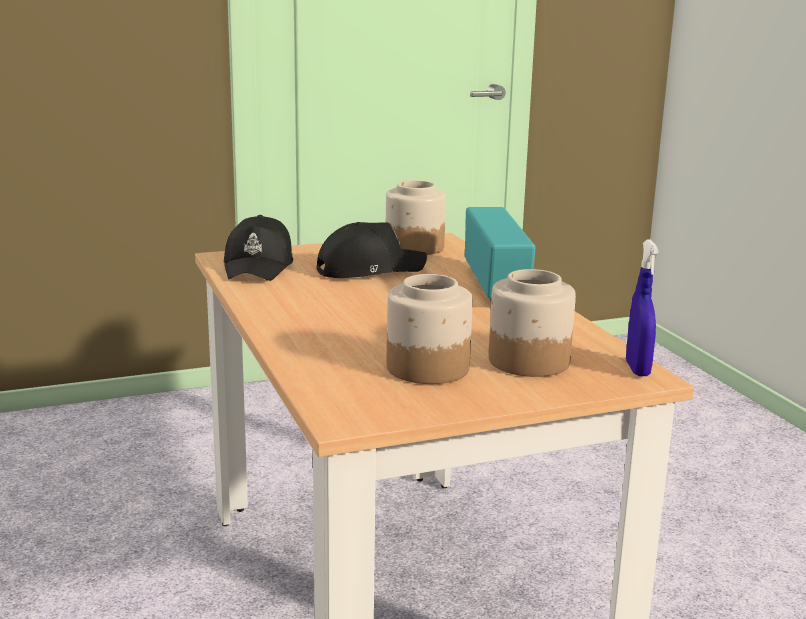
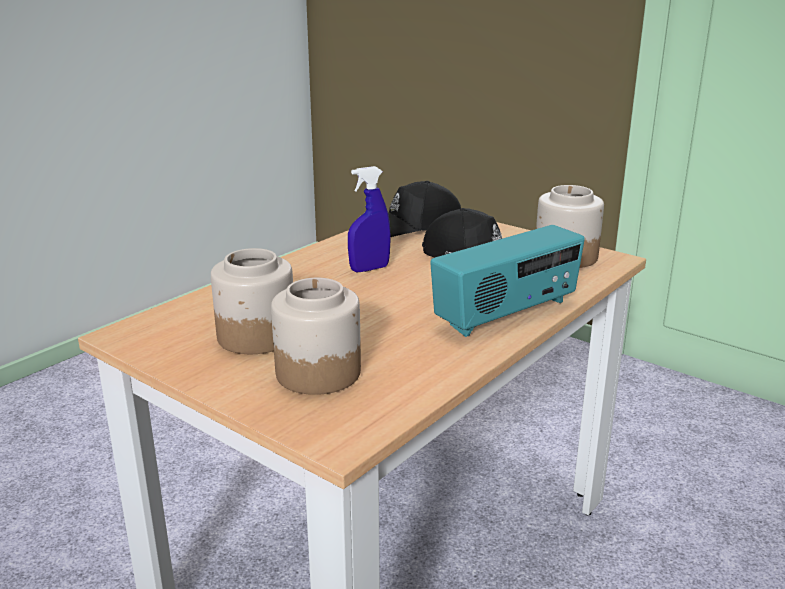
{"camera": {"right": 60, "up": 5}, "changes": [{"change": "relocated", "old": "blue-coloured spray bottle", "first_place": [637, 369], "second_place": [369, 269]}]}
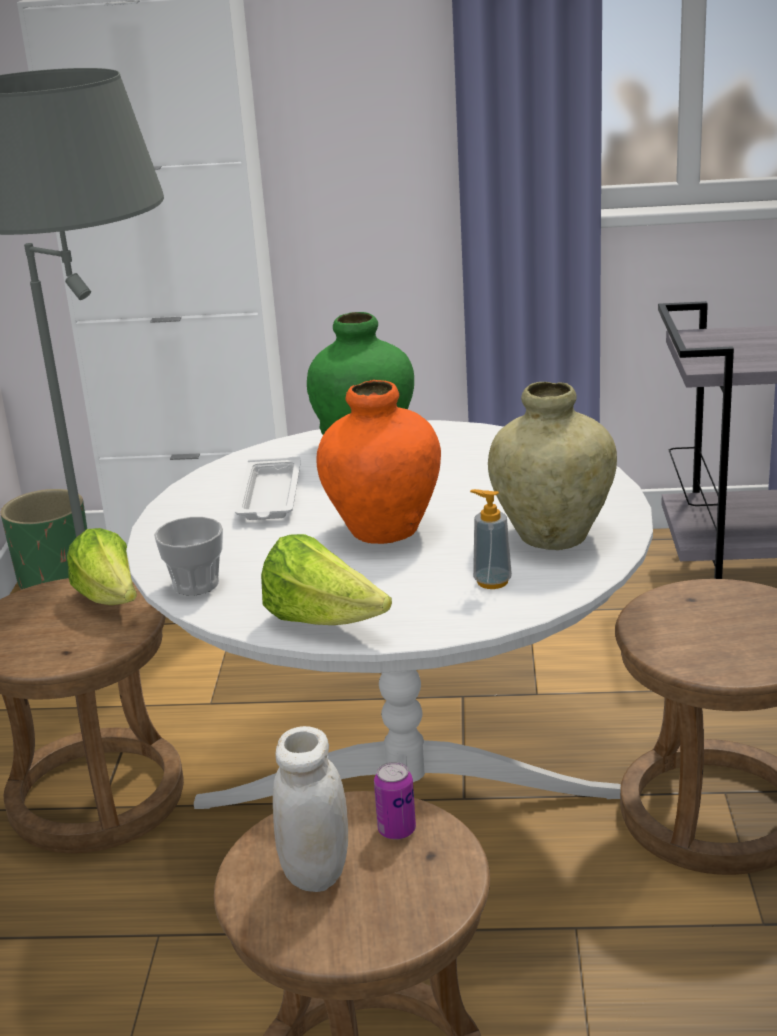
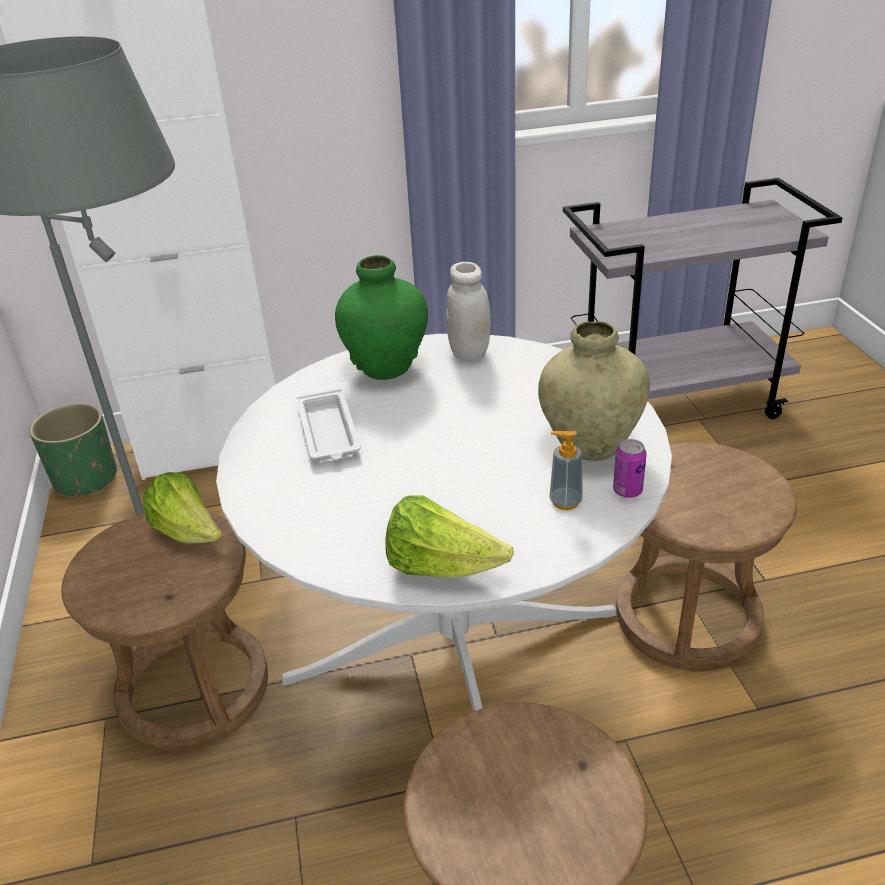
{"camera": {"right": -15, "up": 10}, "changes": [{"change": "missing", "old": "orangey flower vase", "first_place": [383, 530]}, {"change": "missing", "old": "cup", "first_place": [195, 584]}, {"change": "relocated", "old": "whitish preserve jar", "first_place": [316, 872], "second_place": [469, 353]}, {"change": "relocated", "old": "metal can", "first_place": [396, 830], "second_place": [627, 491]}]}
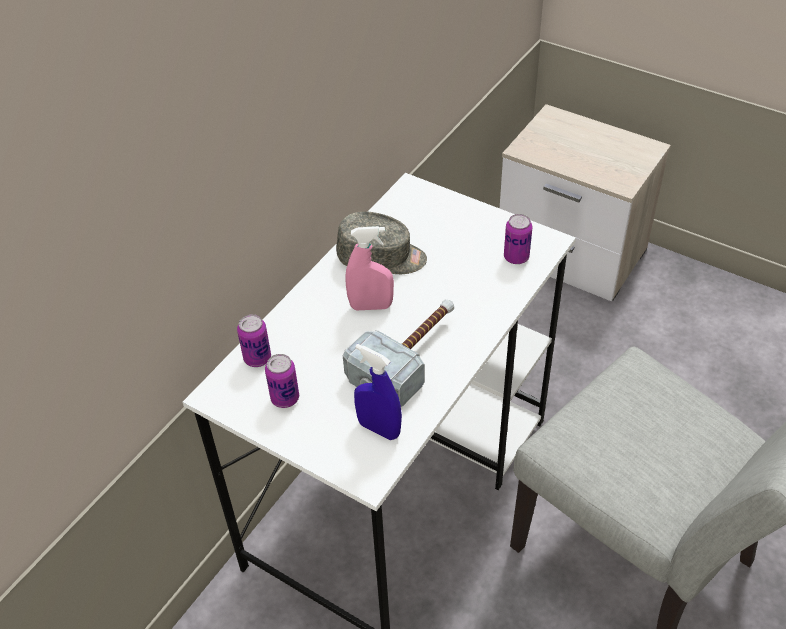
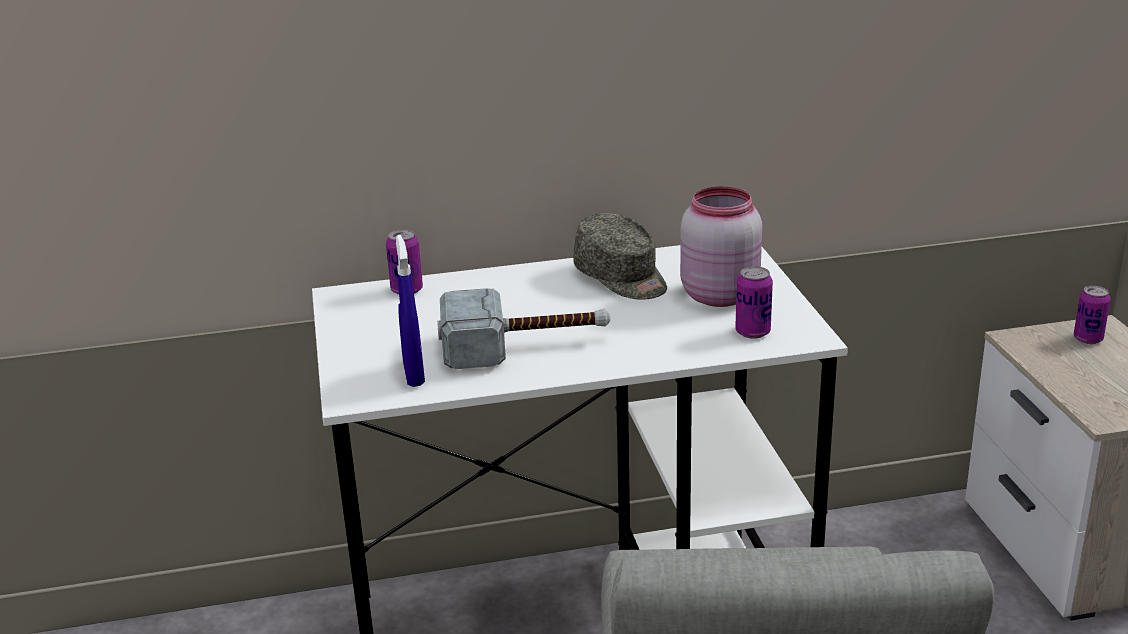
{"camera": {"right": 45, "up": -20}, "changes": [{"change": "missing", "old": "pink-coloured spray bottle", "first_place": [371, 306]}, {"change": "relocated", "old": "metal can", "first_place": [285, 398], "second_place": [1088, 339]}, {"change": "appeared", "new": "pink-coloured preserve jar", "second_place": [718, 295]}]}
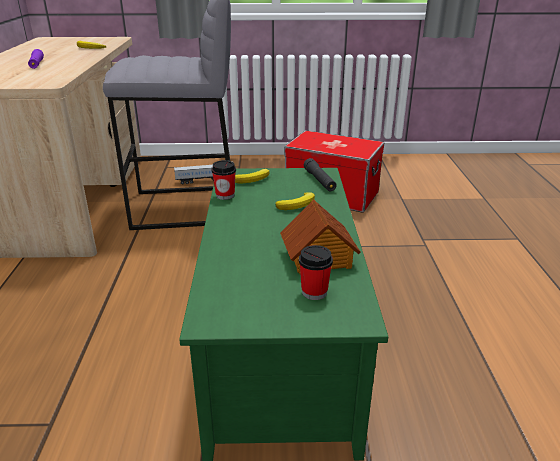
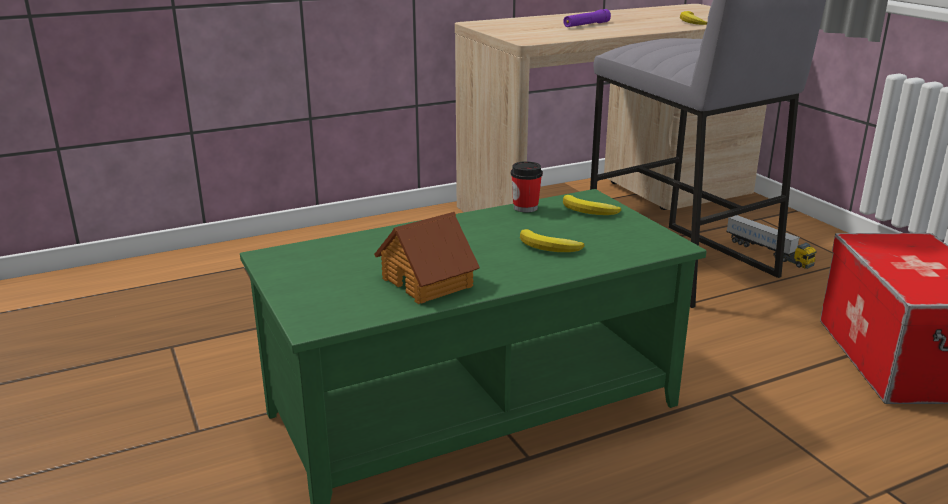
{"camera": {"right": 65, "up": -5}, "changes": [{"change": "missing", "old": "black torch", "first_place": [319, 180]}, {"change": "missing", "old": "cup", "first_place": [314, 292]}]}
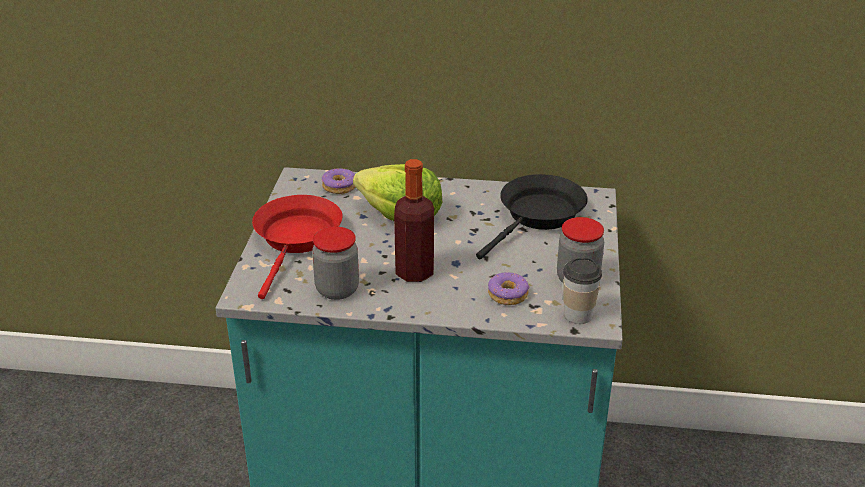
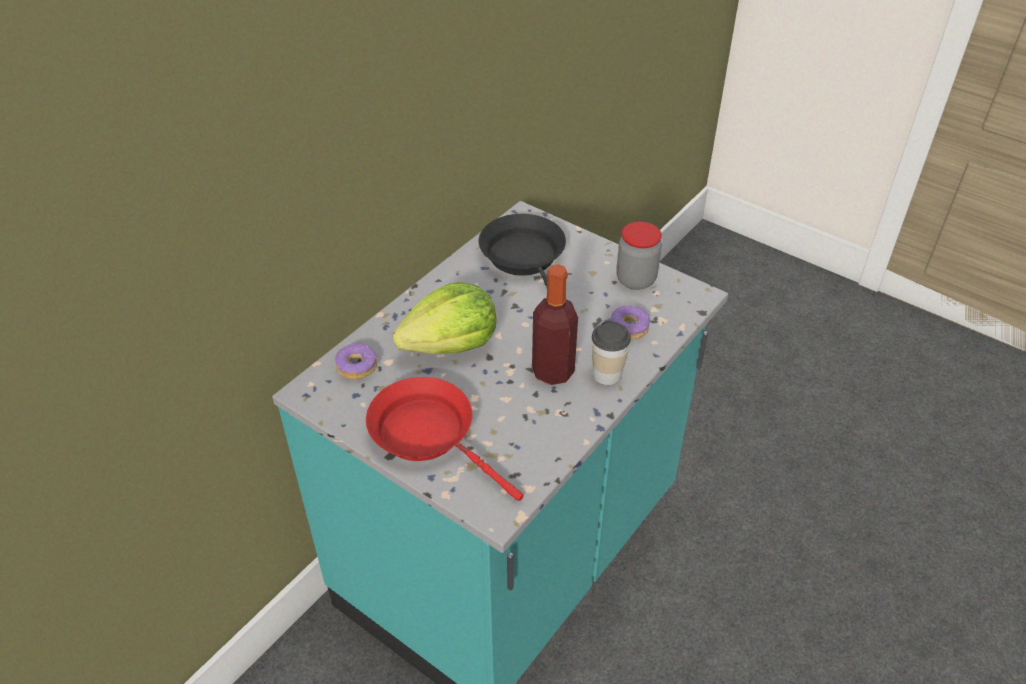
{"camera": {"right": -60, "up": 10}, "changes": [{"change": "missing", "old": "preserve jar", "first_place": [337, 290]}, {"change": "relocated", "old": "cup", "first_place": [578, 315], "second_place": [607, 374]}]}
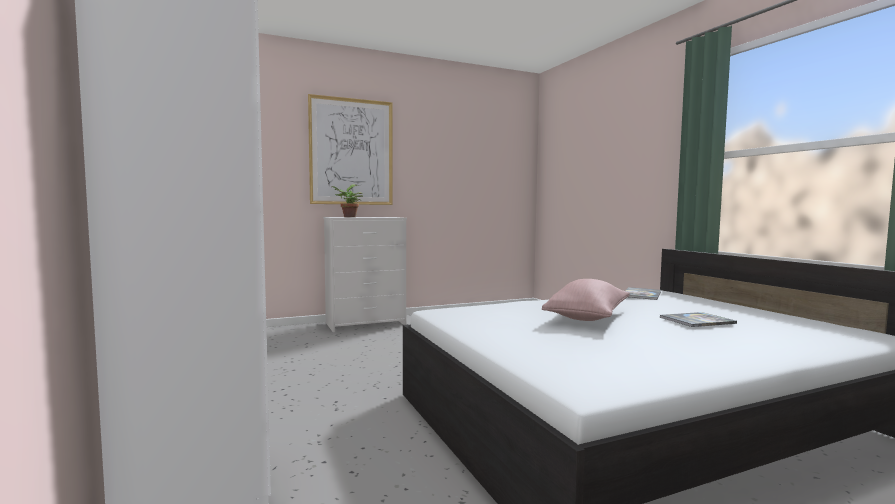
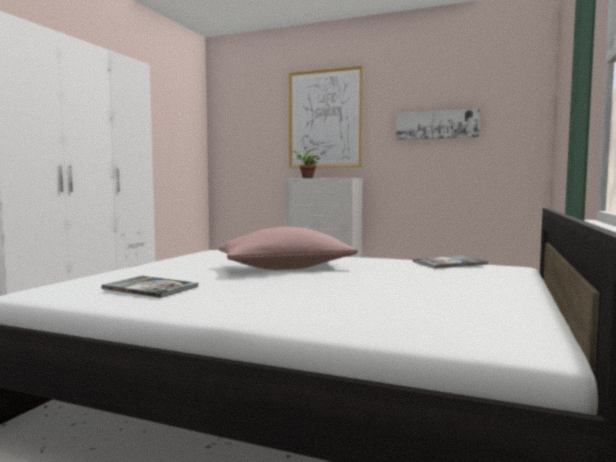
{"camera": {"right": 45, "up": 0}, "changes": [{"change": "relocated", "old": "book", "first_place": [697, 321], "second_place": [150, 288]}, {"change": "appeared", "new": "wall art", "second_place": [437, 125]}]}
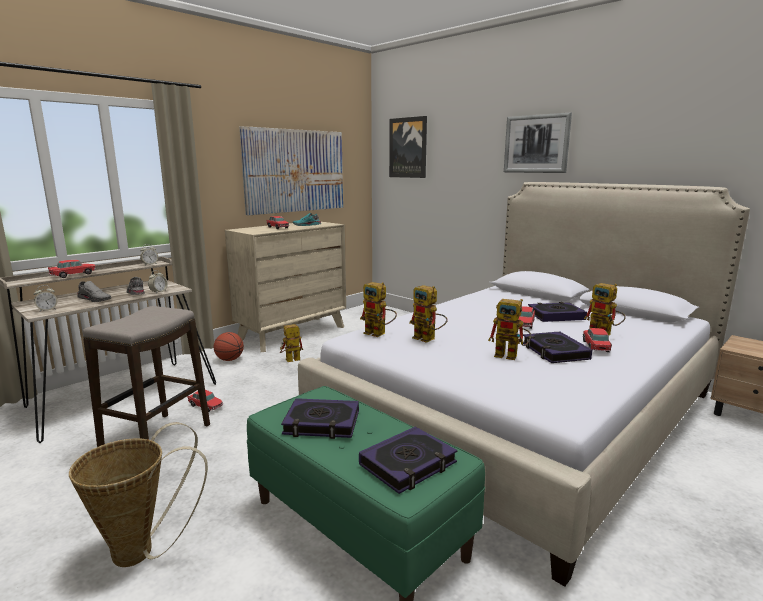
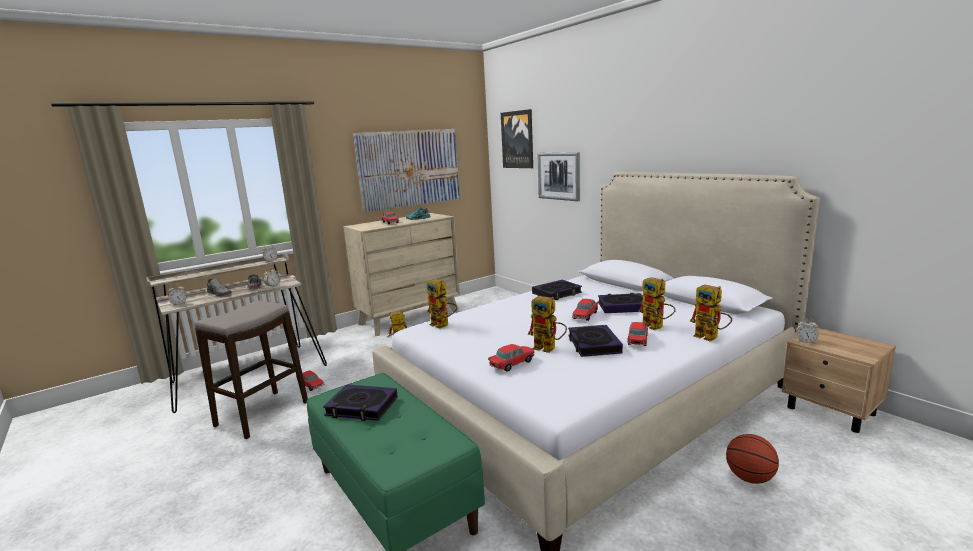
{"camera": {"right": 10, "up": 0}, "changes": [{"change": "relocated", "old": "wall art", "first_place": [536, 144], "second_place": [559, 176]}, {"change": "relocated", "old": "miniature car", "first_place": [73, 275], "second_place": [512, 364]}, {"change": "relocated", "old": "model robot", "first_place": [428, 339], "second_place": [711, 337]}, {"change": "relocated", "old": "basketball", "first_place": [229, 359], "second_place": [750, 478]}, {"change": "missing", "old": "basket", "first_place": [143, 551]}, {"change": "relocated", "old": "book", "first_place": [408, 464], "second_place": [557, 293]}, {"change": "appeared", "new": "table clock", "second_place": [805, 342]}]}
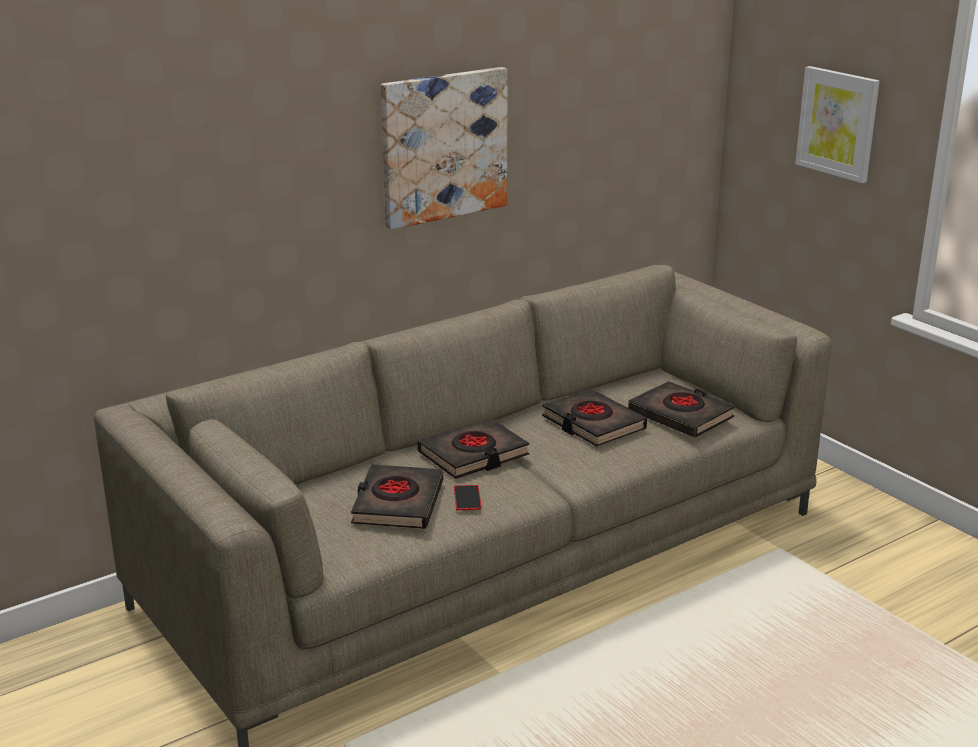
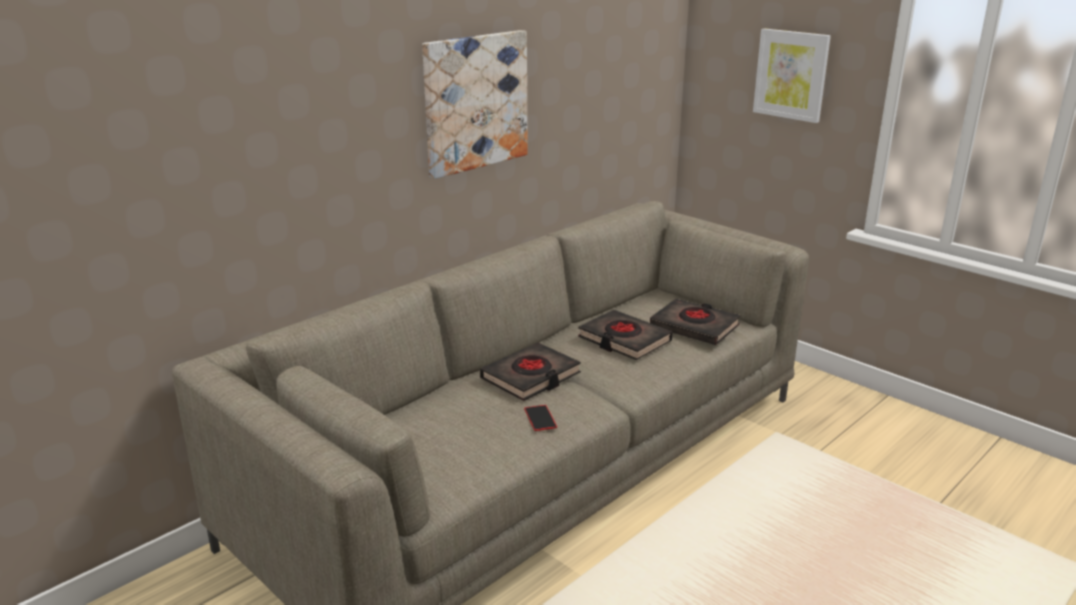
{"camera": {"right": -10, "up": 0}, "changes": [{"change": "missing", "old": "black book", "first_place": [397, 503]}]}
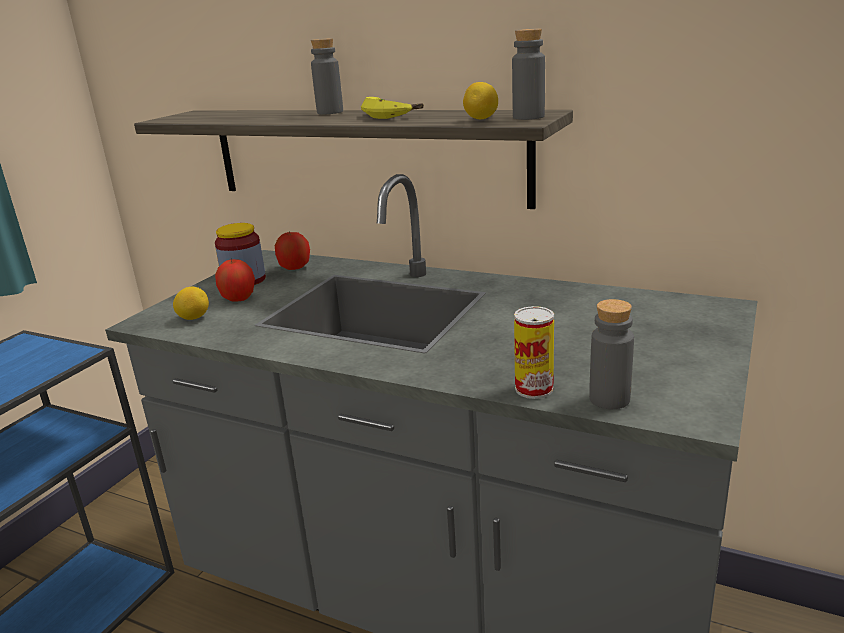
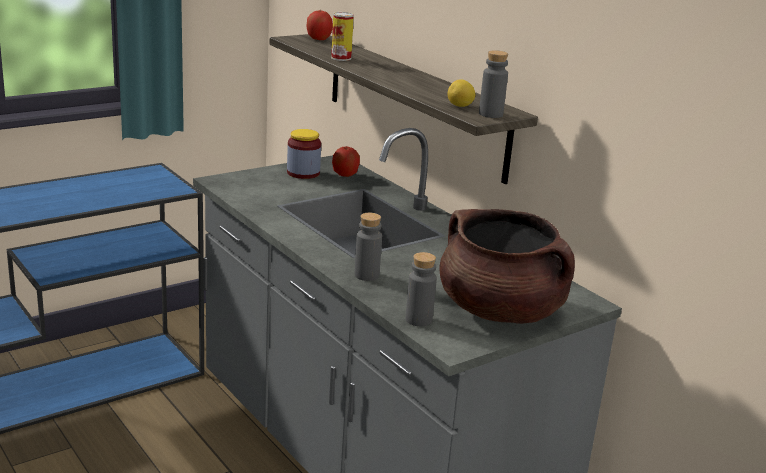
{"camera": {"right": 25, "up": 0}, "changes": [{"change": "relocated", "old": "greyish beverage bottle", "first_place": [330, 112], "second_place": [366, 275]}, {"change": "missing", "old": "whole banana", "first_place": [392, 115]}, {"change": "relocated", "old": "apple", "first_place": [238, 299], "second_place": [319, 39]}, {"change": "missing", "old": "lemon", "first_place": [194, 318]}, {"change": "relocated", "old": "metal can", "first_place": [534, 389], "second_place": [341, 58]}, {"change": "appeared", "new": "brown-coloured cooking pot", "second_place": [500, 311]}]}
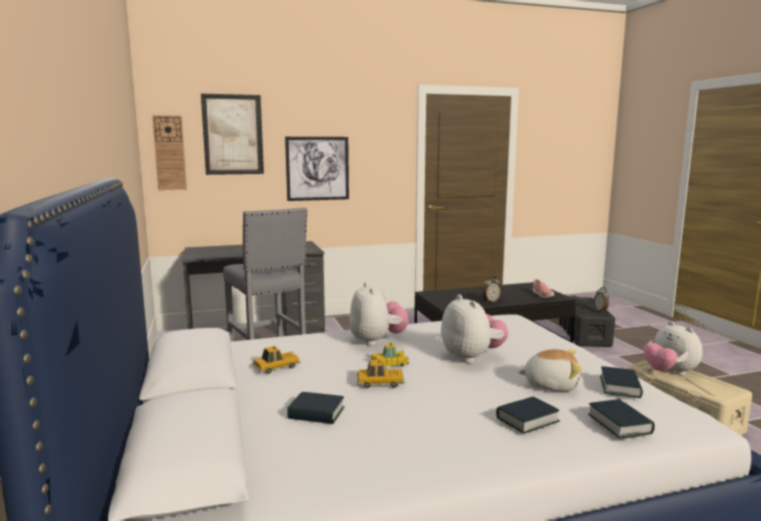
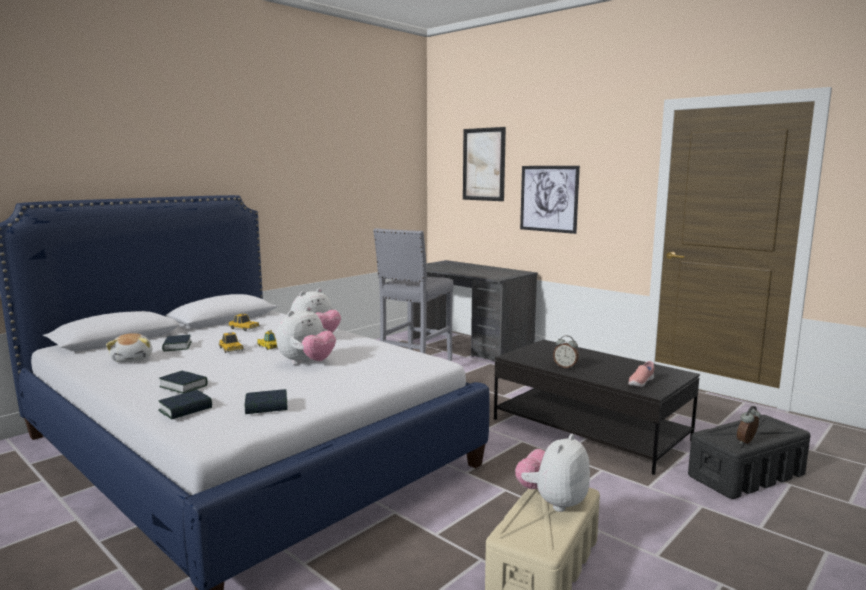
{"camera": {"right": 60, "up": 0}, "changes": [{"change": "missing", "old": "hanging clock", "first_place": [169, 153]}, {"change": "relocated", "old": "soft toy", "first_place": [550, 385], "second_place": [133, 359]}]}
